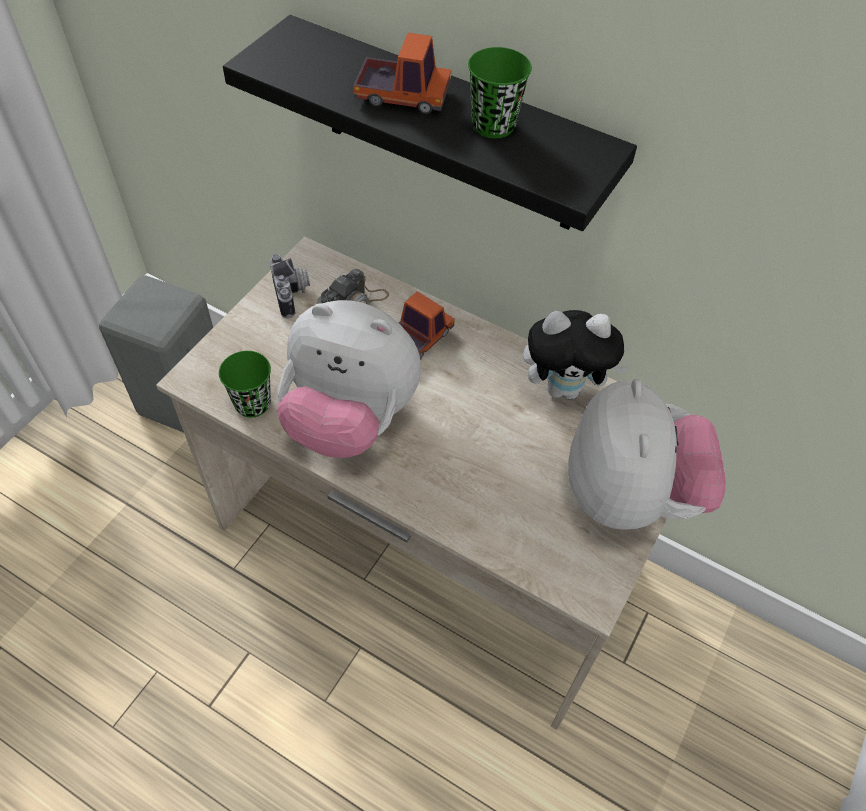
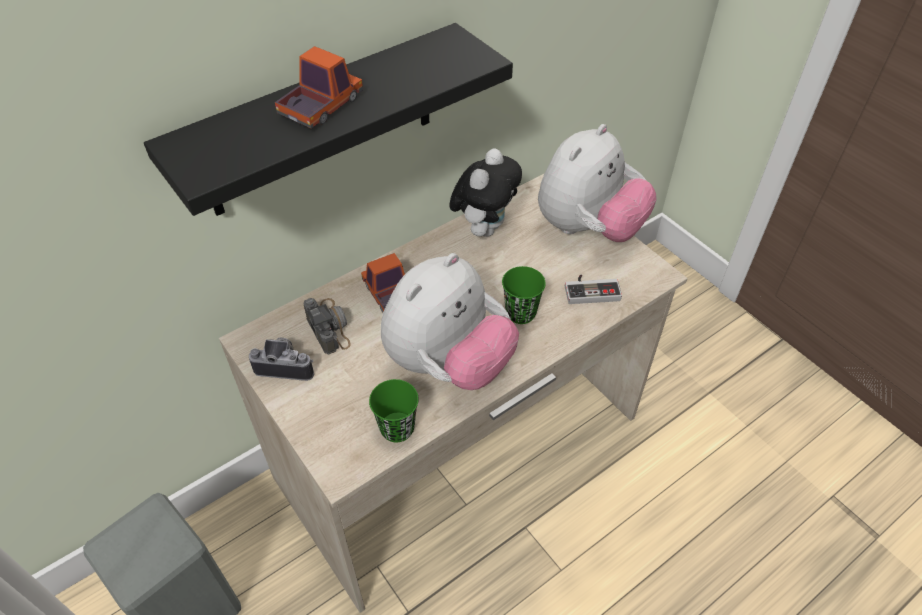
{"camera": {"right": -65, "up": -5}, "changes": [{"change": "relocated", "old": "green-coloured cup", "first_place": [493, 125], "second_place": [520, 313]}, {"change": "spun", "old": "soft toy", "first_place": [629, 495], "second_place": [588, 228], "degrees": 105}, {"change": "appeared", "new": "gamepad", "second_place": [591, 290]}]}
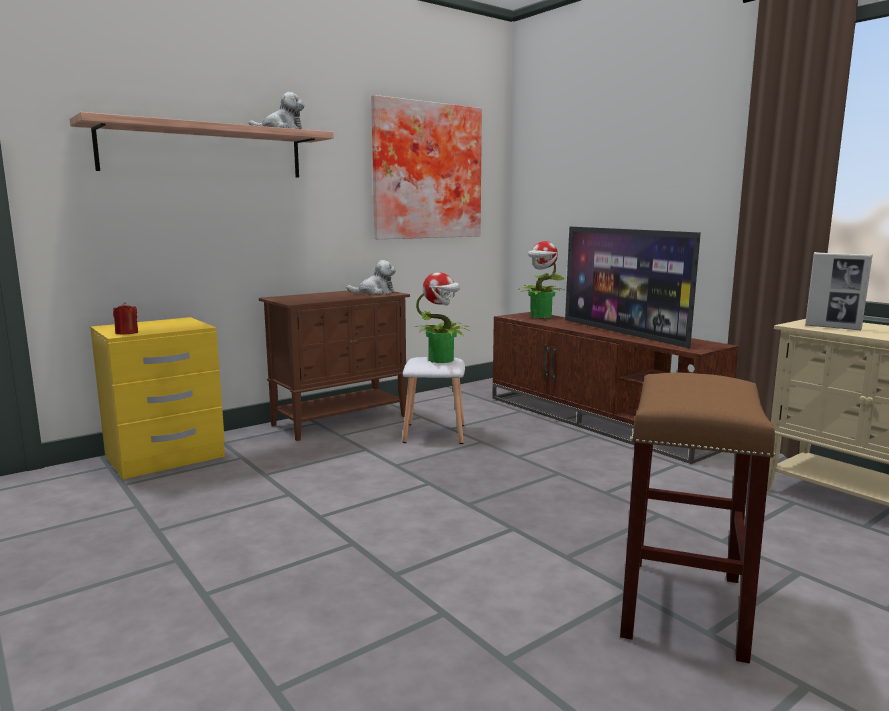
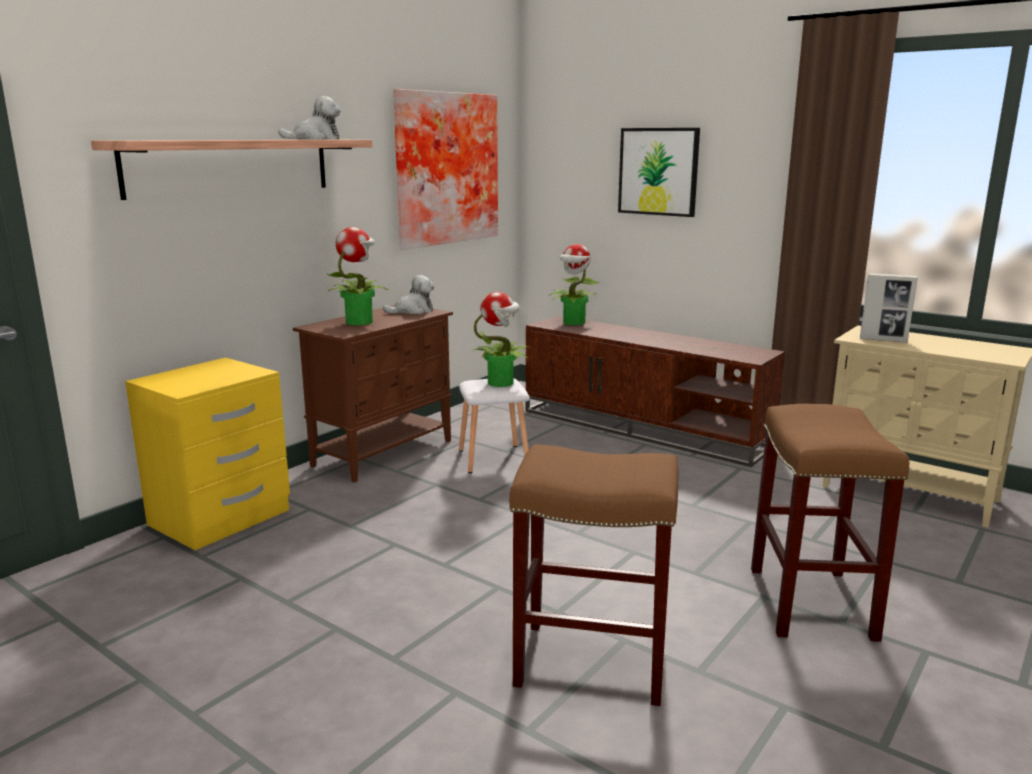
{"camera": {"right": -15, "up": 5}, "changes": [{"change": "missing", "old": "TV set", "first_place": [623, 333]}, {"change": "missing", "old": "reddish wax light", "first_place": [127, 333]}, {"change": "appeared", "new": "wall art", "second_place": [658, 171]}, {"change": "appeared", "new": "houseplant", "second_place": [359, 322]}, {"change": "appeared", "new": "brown-coloured stool", "second_place": [589, 662]}]}
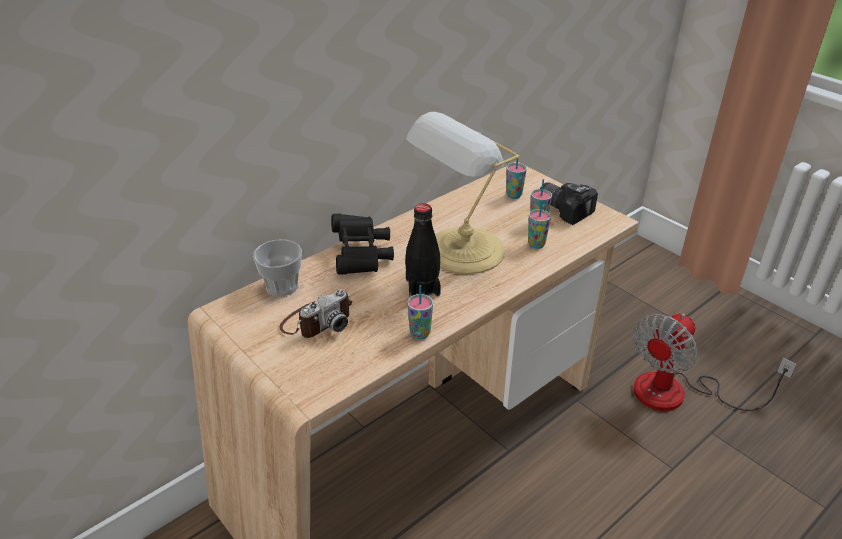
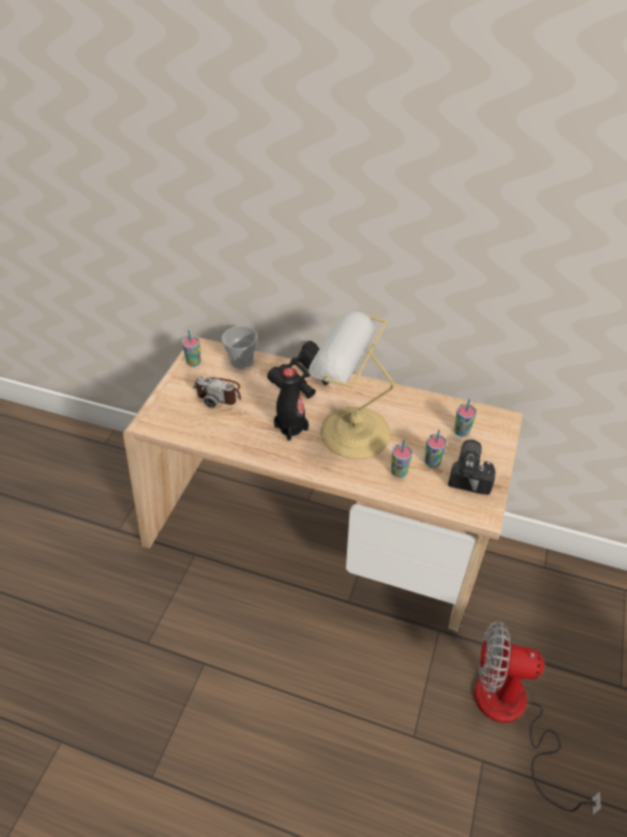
{"camera": {"right": 60, "up": 10}, "changes": [{"change": "relocated", "old": "cup", "first_place": [420, 333], "second_place": [194, 362]}]}
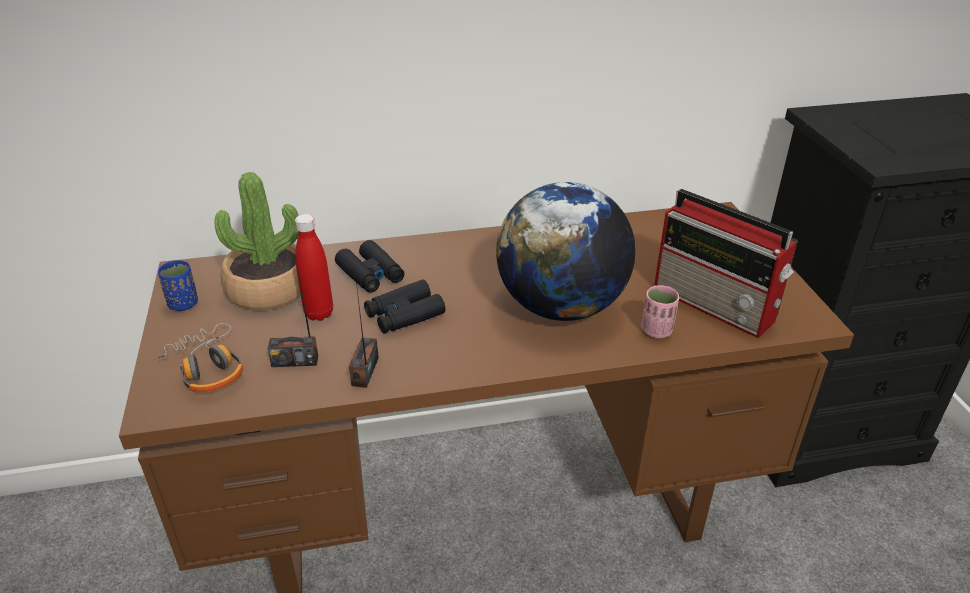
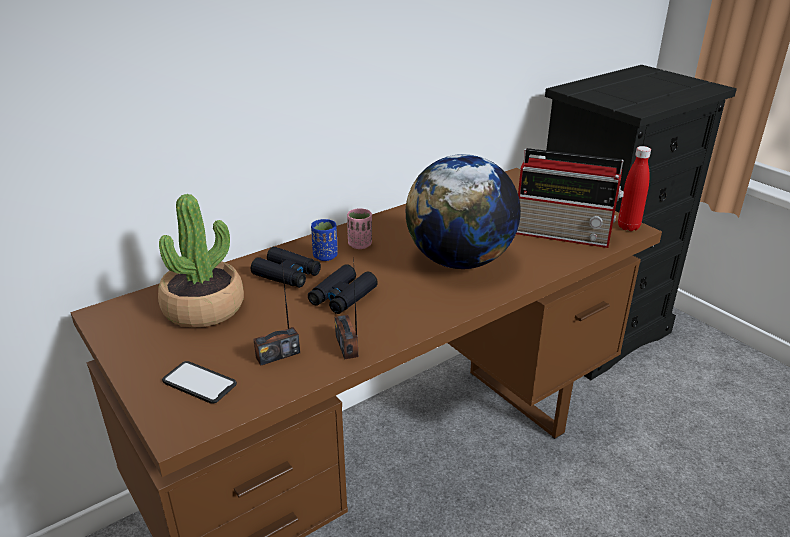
{"camera": {"right": -25, "up": -5}, "changes": [{"change": "relocated", "old": "reddish beverage bottle", "first_place": [319, 313], "second_place": [628, 227]}, {"change": "relocated", "old": "blue-coloured cup", "first_place": [183, 304], "second_place": [325, 256]}, {"change": "relocated", "old": "pink-coloured cup", "first_place": [656, 331], "second_place": [360, 244]}, {"change": "exchanged", "old": "headphones", "new": "handset", "first_place": [207, 368], "second_place": [199, 383]}]}
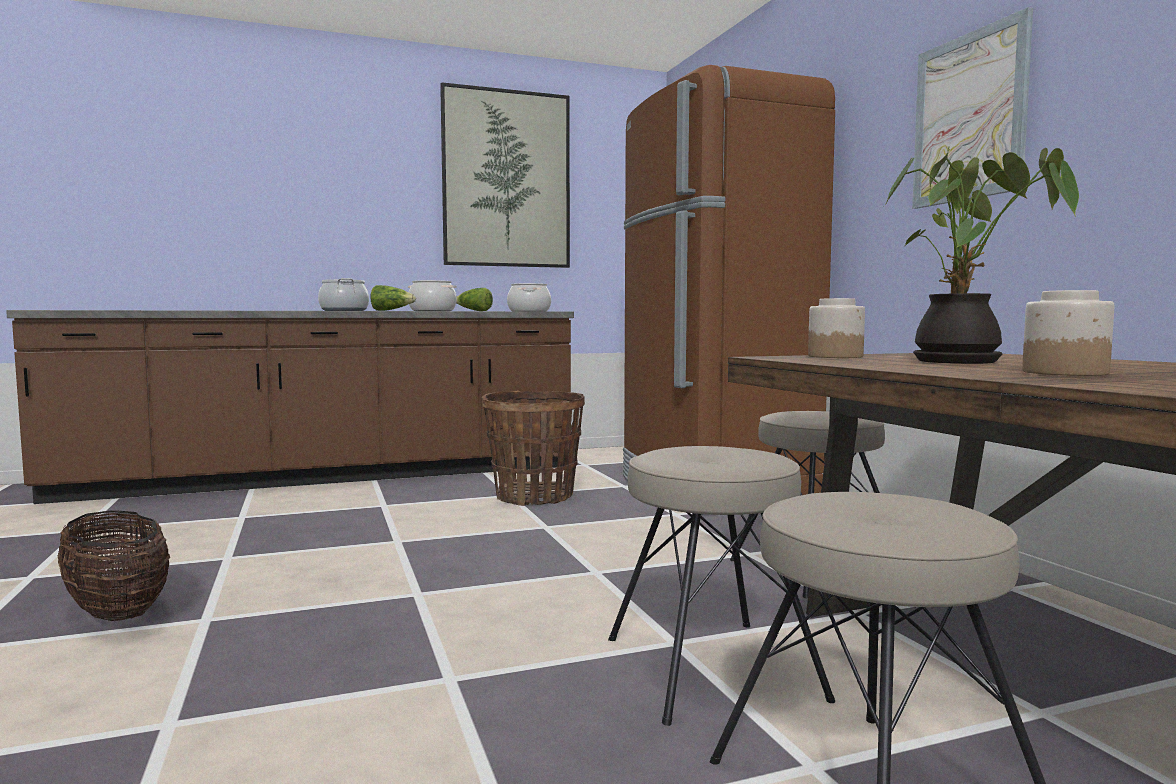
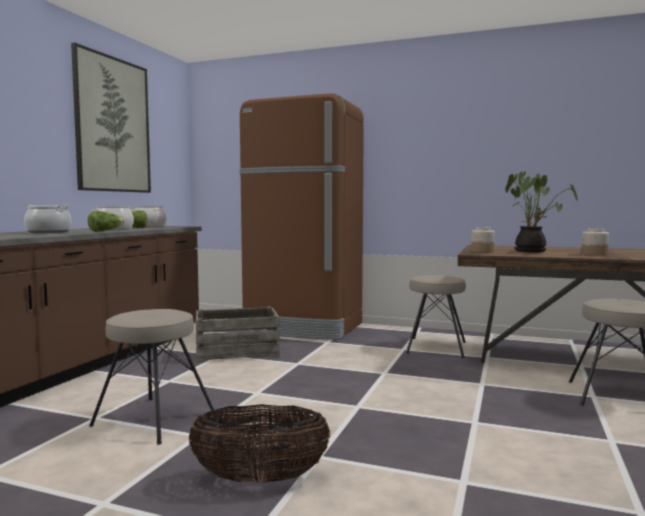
{"camera": {"right": -50, "up": 0}, "changes": [{"change": "missing", "old": "wall art", "first_place": [969, 117]}, {"change": "exchanged", "old": "basket", "new": "crate", "first_place": [534, 497], "second_place": [237, 352]}, {"change": "relocated", "old": "sand-coloured stool", "first_place": [709, 668], "second_place": [153, 420]}]}
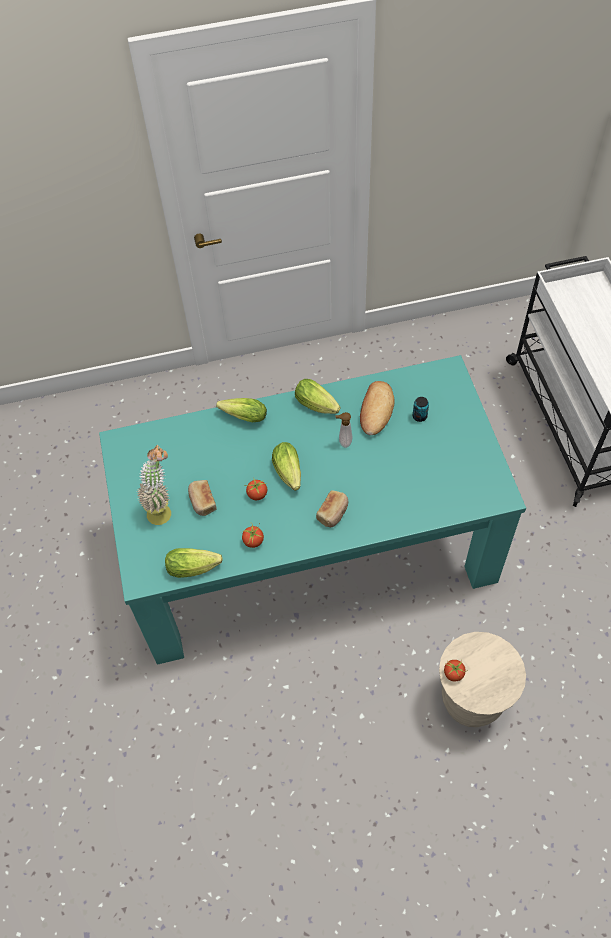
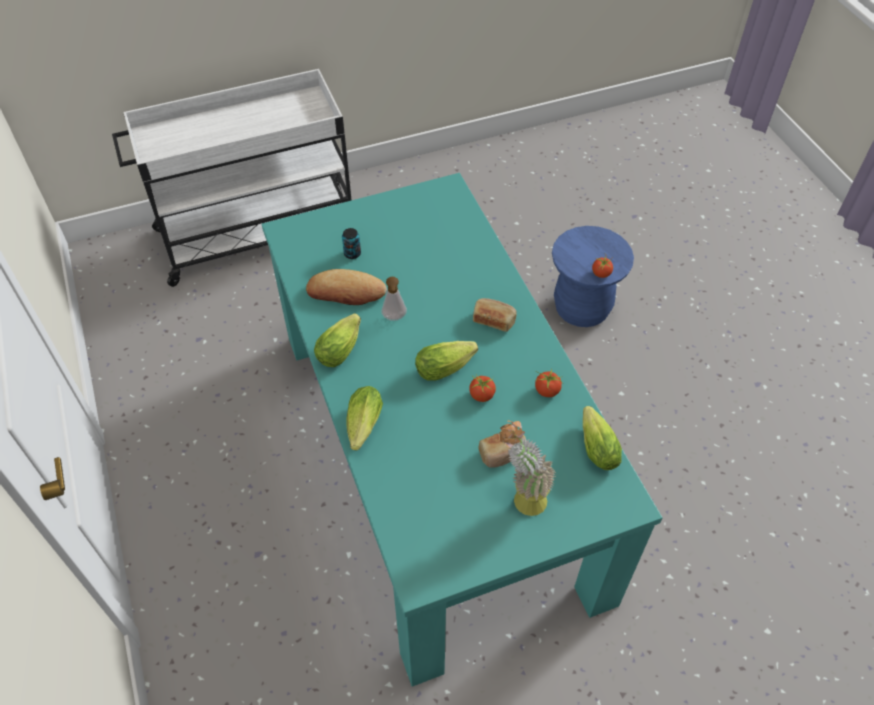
{"camera": {"right": -100, "up": -5}, "changes": [{"change": "colour", "old": "sand-coloured stool", "new": "blue-coloured stool", "first_place": [471, 700], "second_place": [581, 309]}]}
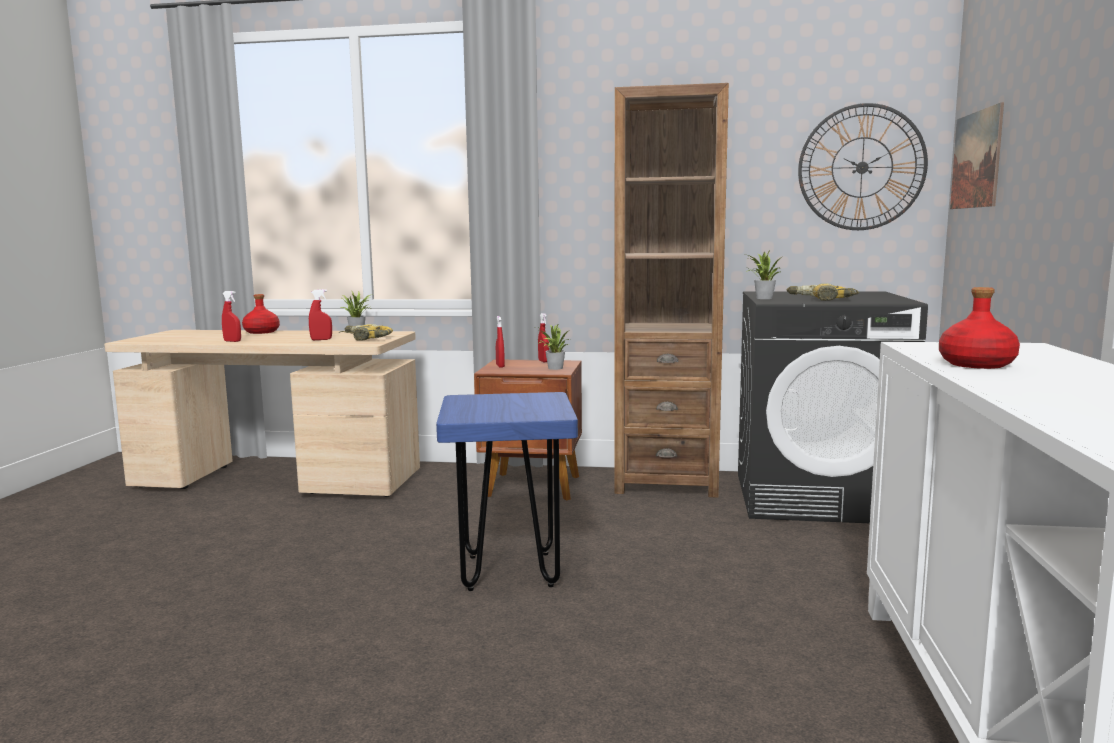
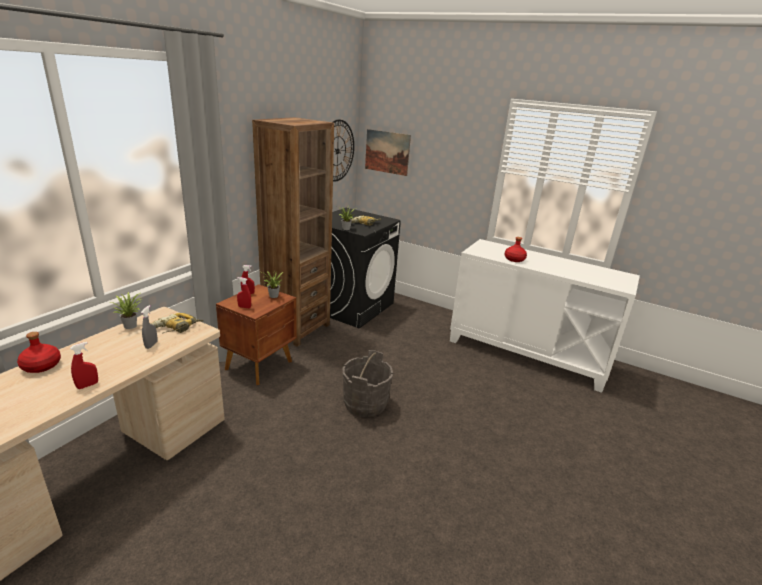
{"camera": {"right": -70, "up": 15}, "changes": [{"change": "colour", "old": "reddish spray bottle", "new": "greyish spray bottle", "first_place": [321, 339], "second_place": [151, 345]}, {"change": "exchanged", "old": "blue-coloured stool", "new": "greyish pail", "first_place": [510, 571], "second_place": [365, 403]}]}
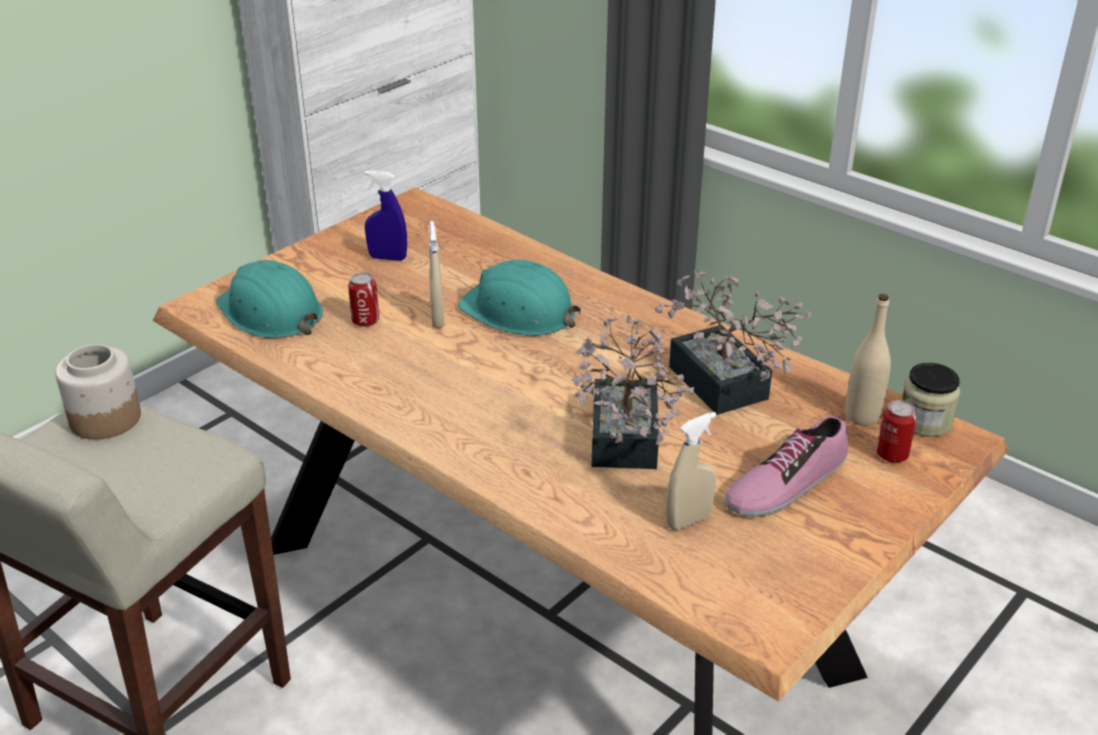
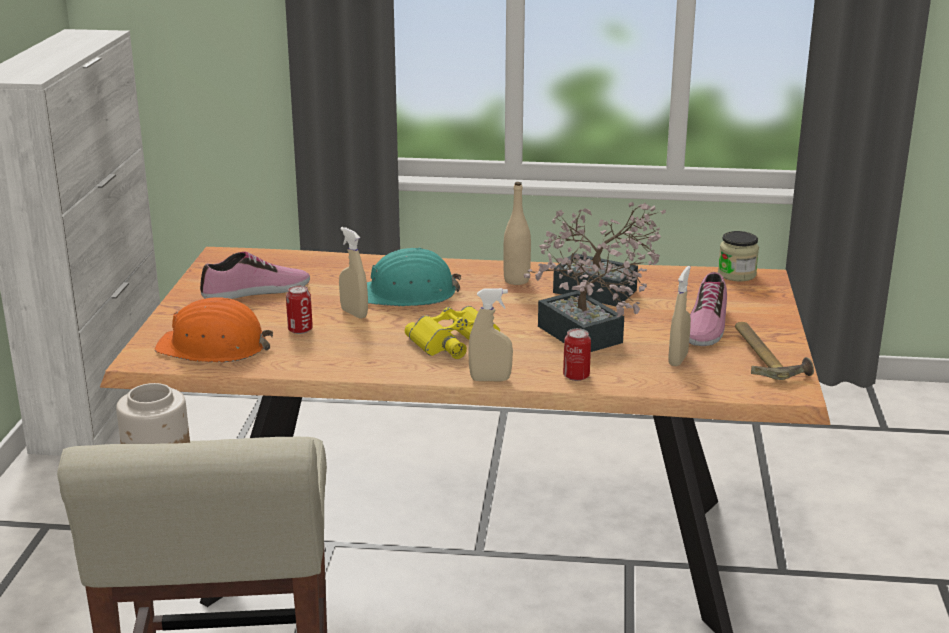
{"camera": {"right": -35, "up": -10}, "changes": [{"change": "exchanged", "old": "blue-coloured spray bottle", "new": "low shoe", "first_place": [388, 258], "second_place": [256, 291]}, {"change": "colour", "old": "turquoise work helmet", "new": "orangey work helmet", "first_place": [270, 312], "second_place": [213, 347]}, {"change": "relocated", "old": "sand-coloured beverage bottle", "first_place": [862, 416], "second_place": [516, 280]}, {"change": "relocated", "old": "metal can", "first_place": [892, 455], "second_place": [576, 376]}, {"change": "appeared", "new": "sand-coloured spray bottle", "second_place": [490, 379]}, {"change": "appeared", "new": "yellow field glasses", "second_place": [456, 343]}, {"change": "appeared", "new": "hammer", "second_place": [766, 356]}]}
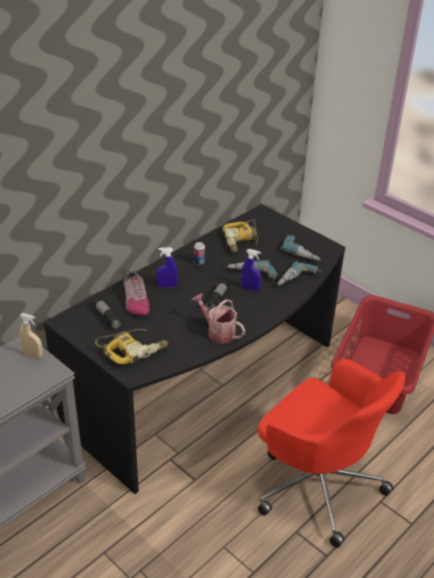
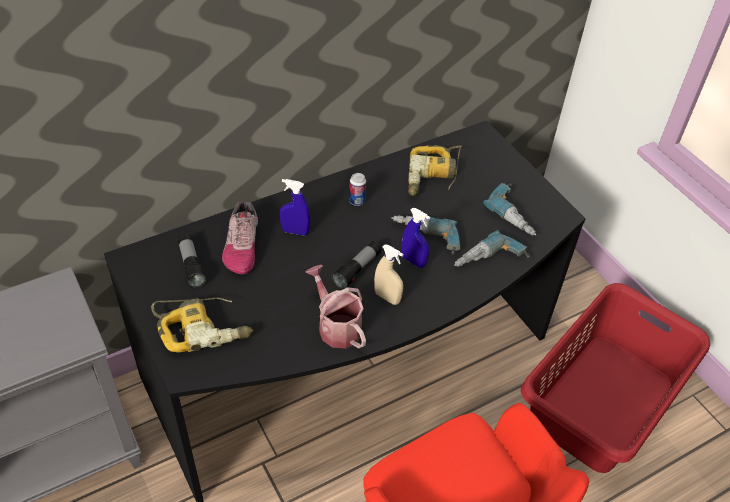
{"camera": {"right": 15, "up": 10}, "changes": [{"change": "relocated", "old": "sand-coloured spray bottle", "first_place": [33, 355], "second_place": [387, 297]}]}
